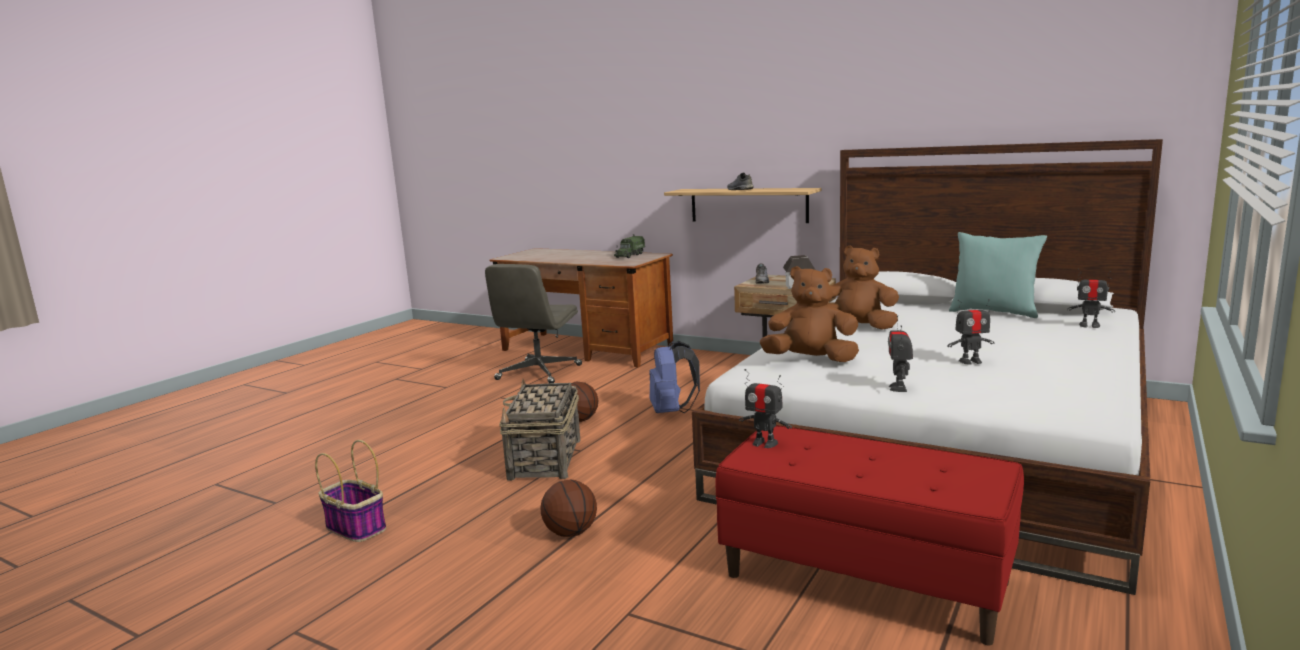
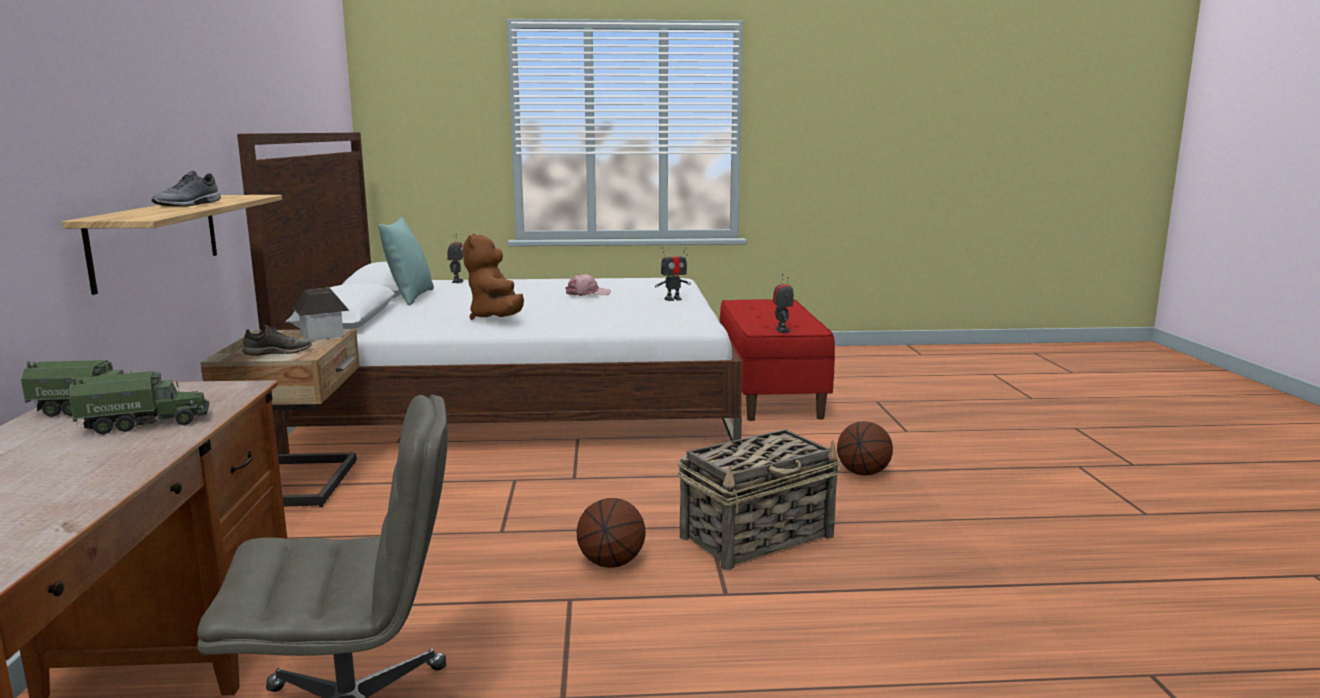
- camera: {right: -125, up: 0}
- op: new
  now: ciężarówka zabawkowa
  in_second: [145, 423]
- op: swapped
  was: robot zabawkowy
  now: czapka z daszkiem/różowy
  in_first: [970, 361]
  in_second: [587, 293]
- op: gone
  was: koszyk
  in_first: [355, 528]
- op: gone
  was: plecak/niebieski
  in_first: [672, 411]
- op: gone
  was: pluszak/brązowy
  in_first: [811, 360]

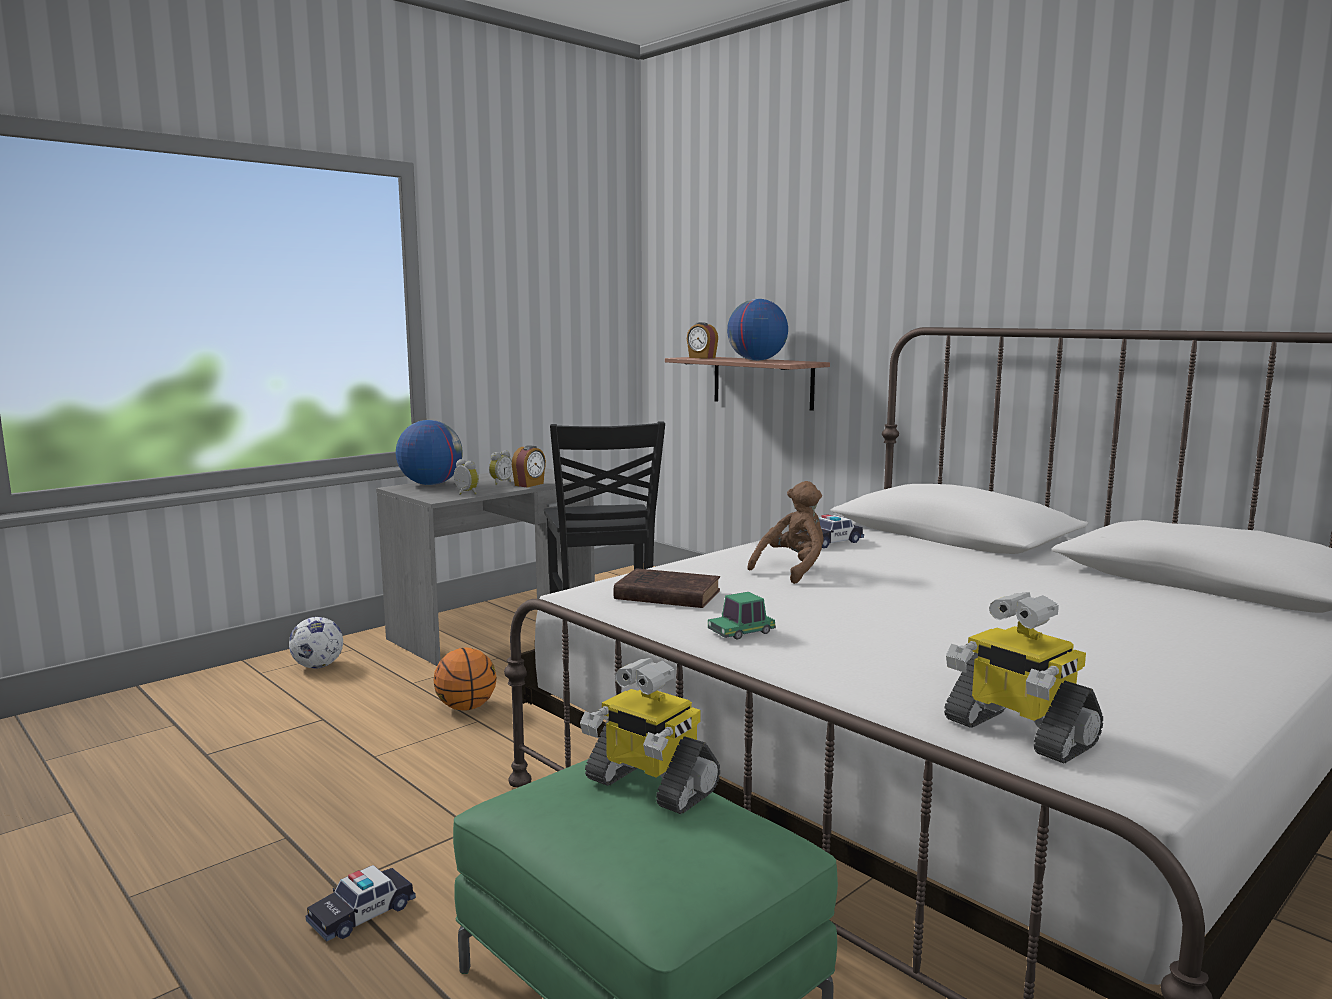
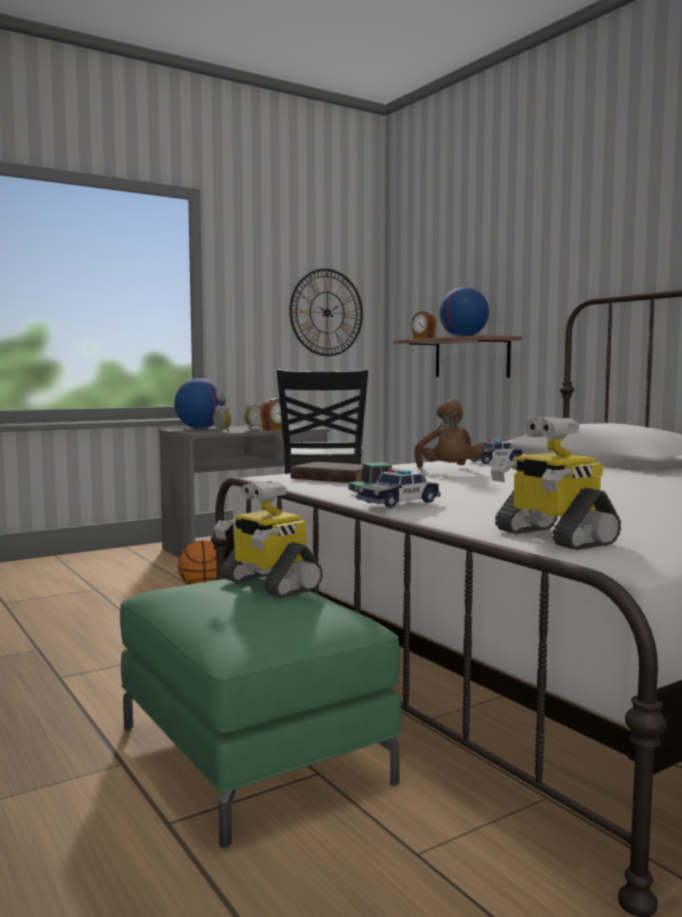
- camera: {right: 10, up: -5}
- op: new
  now: zegar ścienny
  in_second: [326, 312]
- op: shifted
  was: samochodzik
  in_first: [362, 914]
  in_second: [398, 502]
- op: rotated
  was: pluszak/brązowy
  in_first: [793, 570]
  in_second: [448, 471]
  clockwise: 120
- op: gone
  was: piłka futbolowa
  in_first: [318, 666]

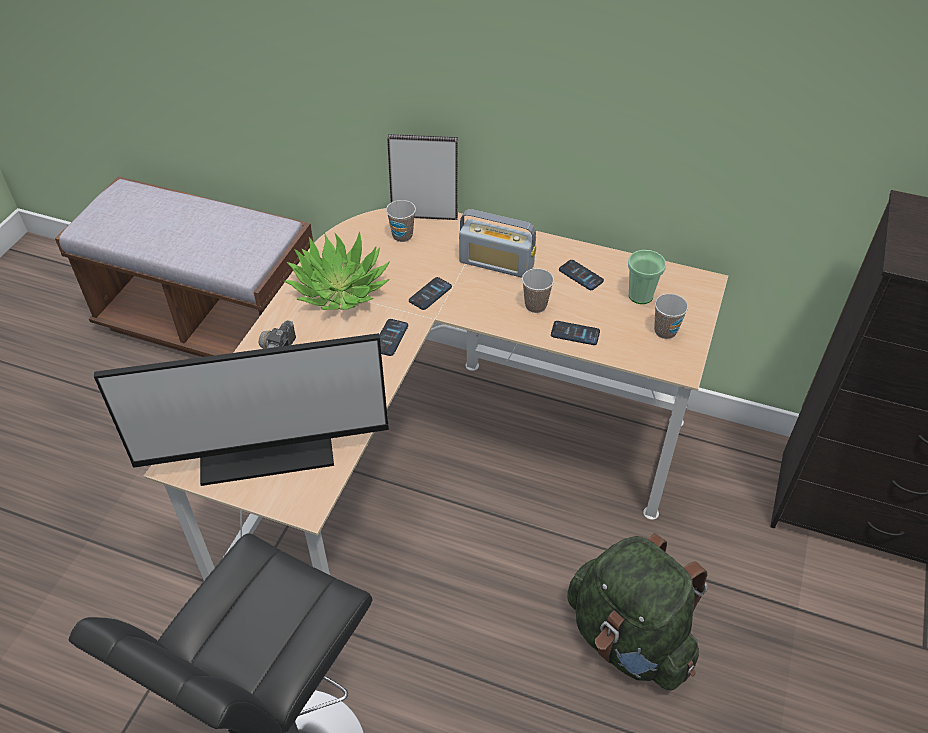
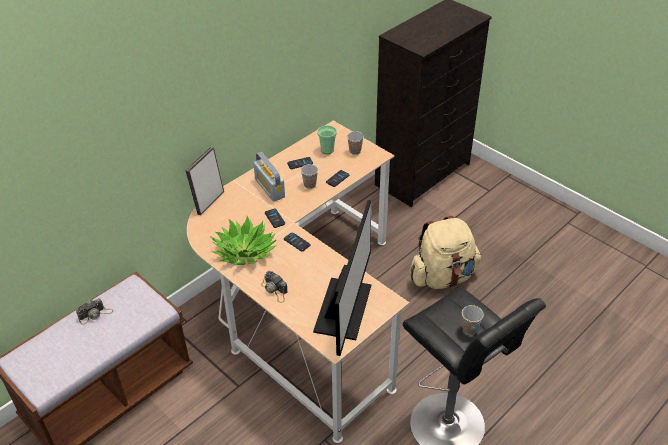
- camera: {right: -65, up: -5}
- op: new
  now: aparat fotograficzny
  in_second: [95, 314]
- op: rotated
  was: radio
  in_first: [496, 264]
  in_second: [270, 188]
  clockwise: 105
- op: repainted
  was: plecak/zielony
  now: plecak/beżowy
  in_first: [629, 639]
  in_second: [443, 277]
- op: shifted
  was: filiżanka
  in_first: [402, 235]
  in_second: [469, 329]

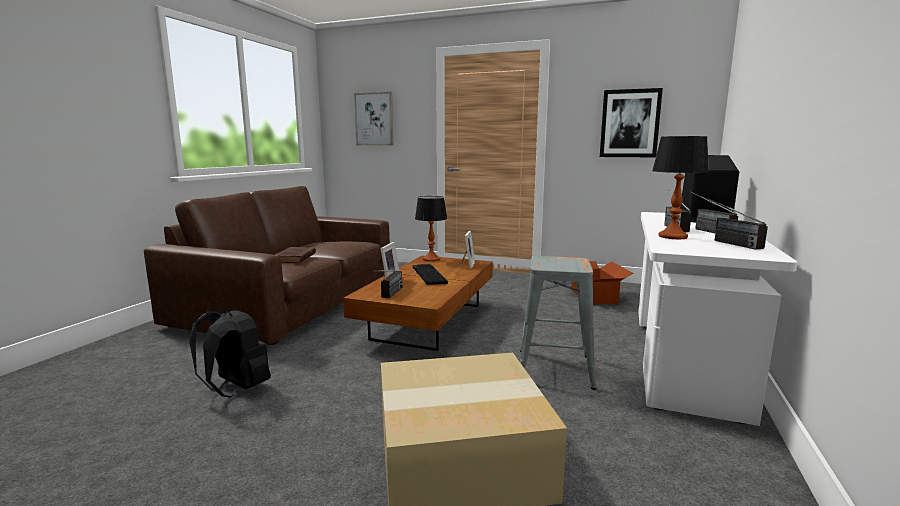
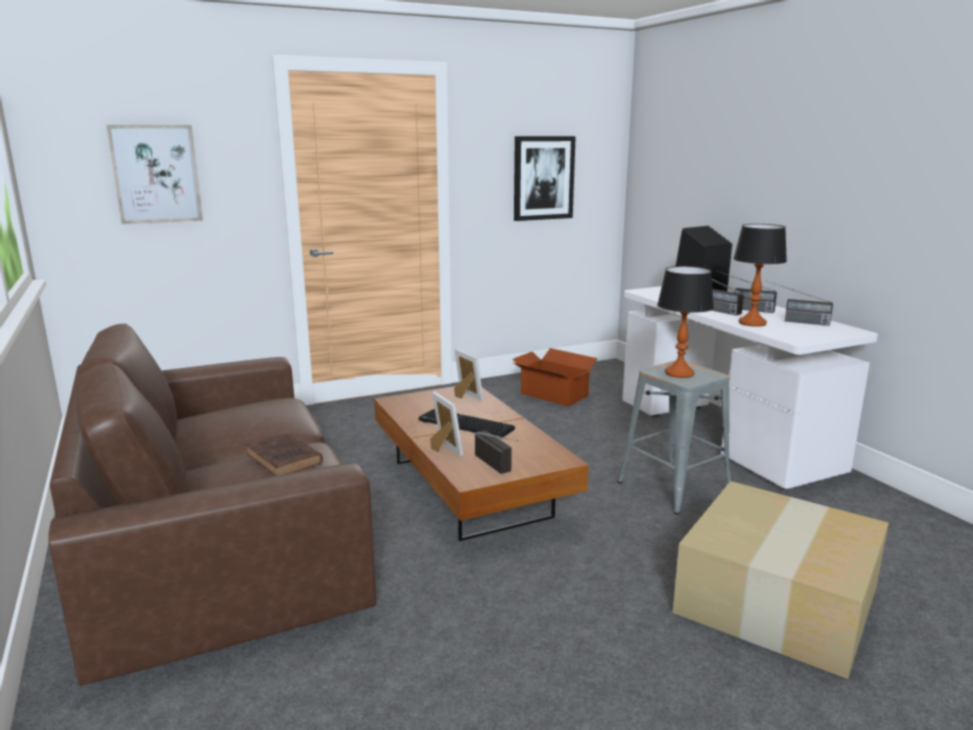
- camera: {right: -45, up: 5}
- op: shifted
  was: lampa stołowa
  in_first: [431, 259]
  in_second: [679, 373]
- op: gone
  was: plecak/czarny
  in_first: [236, 389]

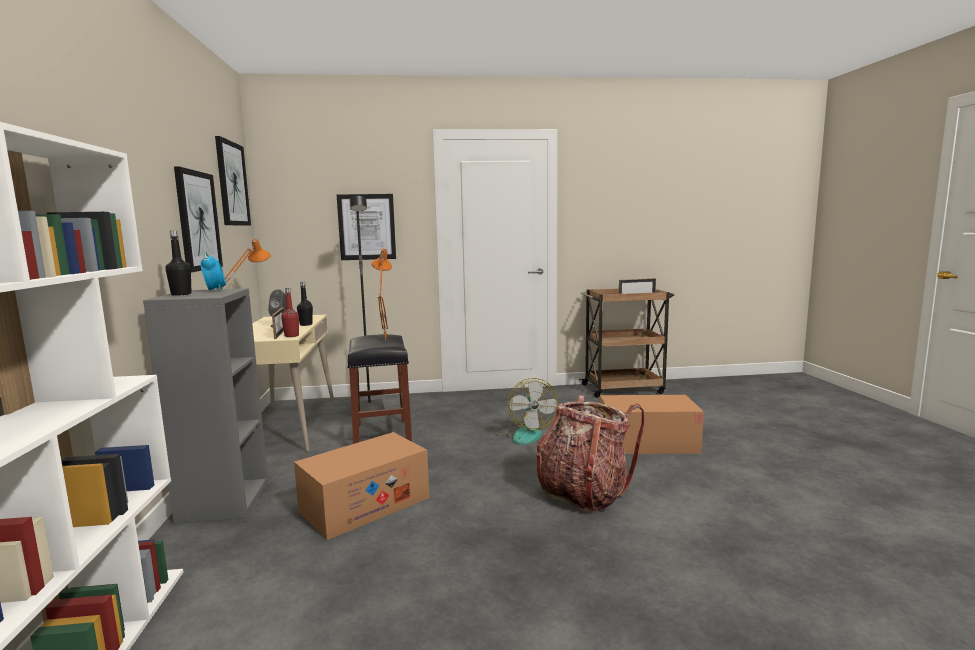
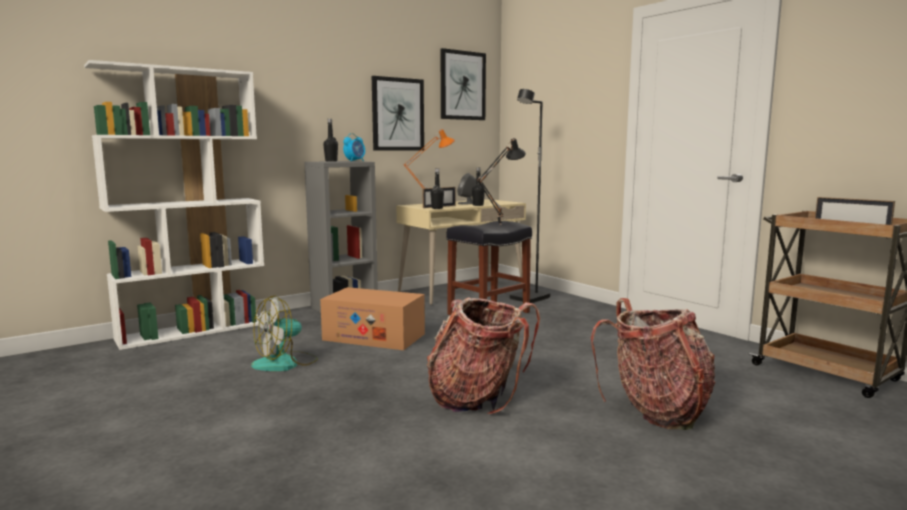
- camera: {right: 60, up: 0}
- op: shifted
  was: wentylator
  in_first: [524, 434]
  in_second: [285, 363]
- op: repainted
  was: butelka/czerwony
  now: butelka/czarny
  in_first: [291, 336]
  in_second: [437, 208]
- op: repainted
  was: lampa stołowa/pomarańczowy
  now: lampa stołowa/czarny
  in_first: [383, 340]
  in_second: [499, 225]
- op: swapped
  was: karton
  now: plecak
  in_first: [647, 443]
  in_second: [656, 411]
- op: gone
  was: obraz
  in_first: [367, 227]

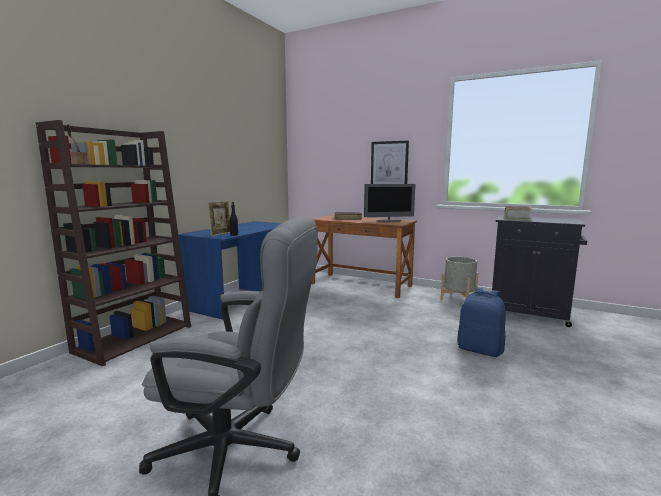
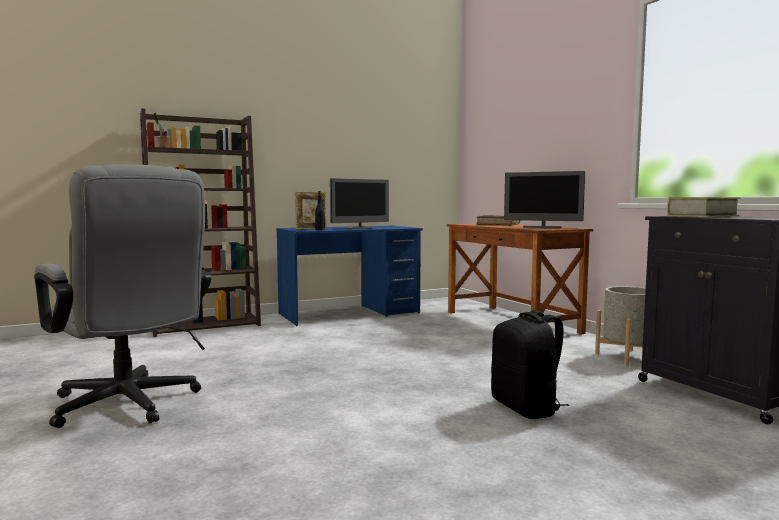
- camera: {right: 35, up: -5}
- op: new
  now: monitor
  in_second: [360, 228]
- op: repainted
  was: plecak/niebieski
  now: plecak/czarny
  in_first: [480, 350]
  in_second: [527, 408]
- op: gone
  was: obraz
  in_first: [389, 164]

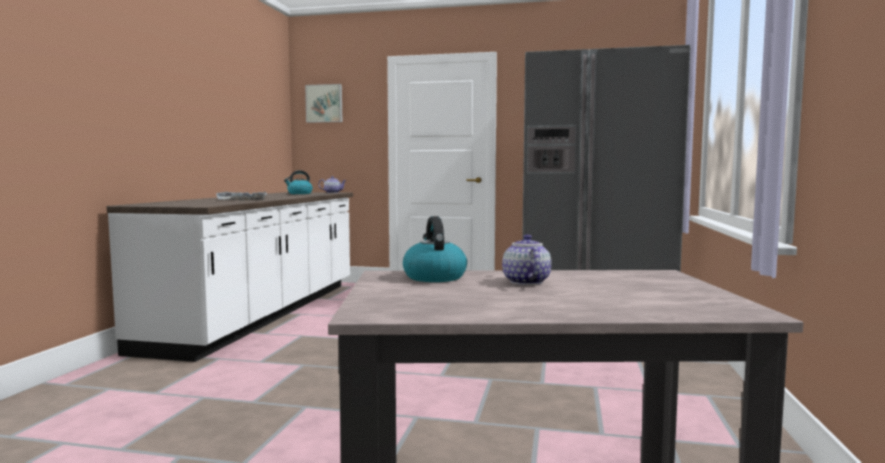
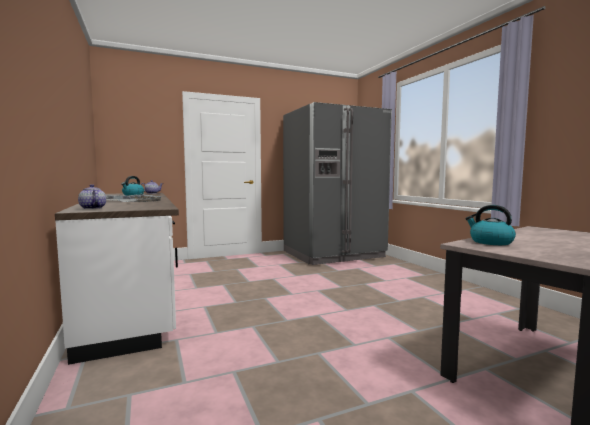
- camera: {right: -35, up: 0}
- op: shifted
  was: imbryk
  in_first: [525, 282]
  in_second: [92, 208]
- op: gone
  was: obraz
  in_first: [324, 103]

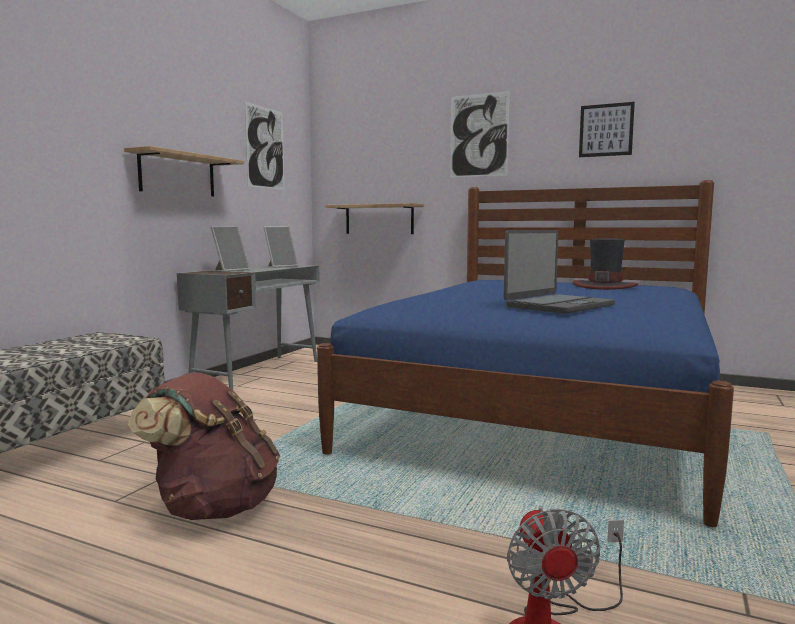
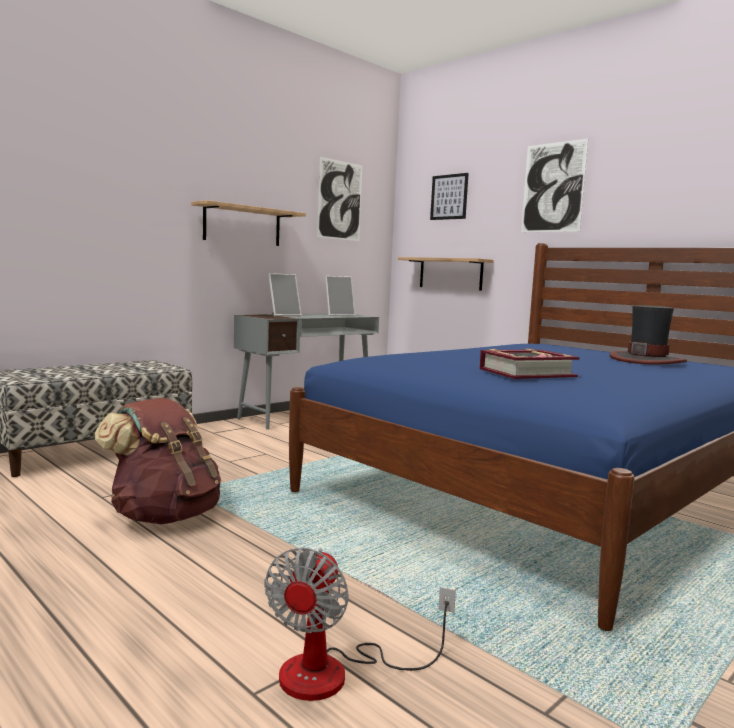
- camera: {right: 20, up: 0}
- op: shifted
  was: obraz
  in_first: [606, 130]
  in_second: [449, 197]
- op: swapped
  was: laptop
  now: książka
  in_first: [558, 306]
  in_second: [526, 373]

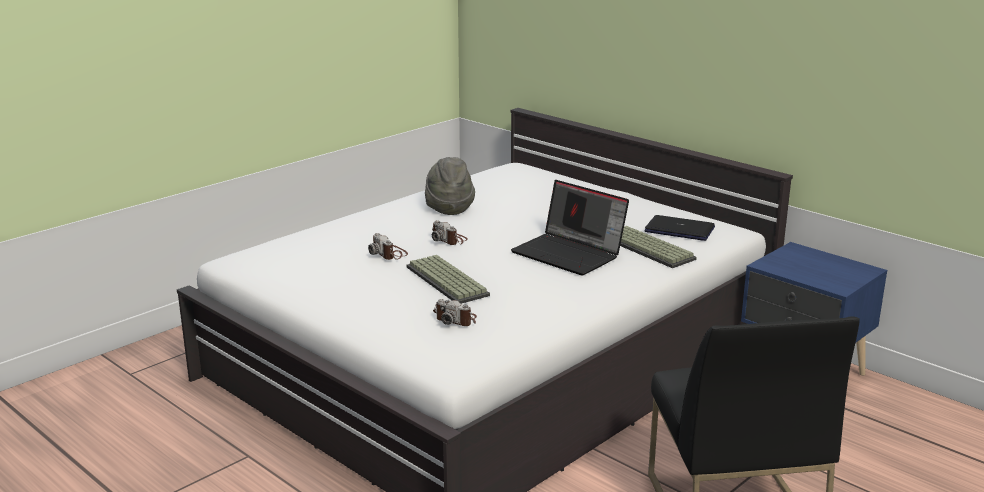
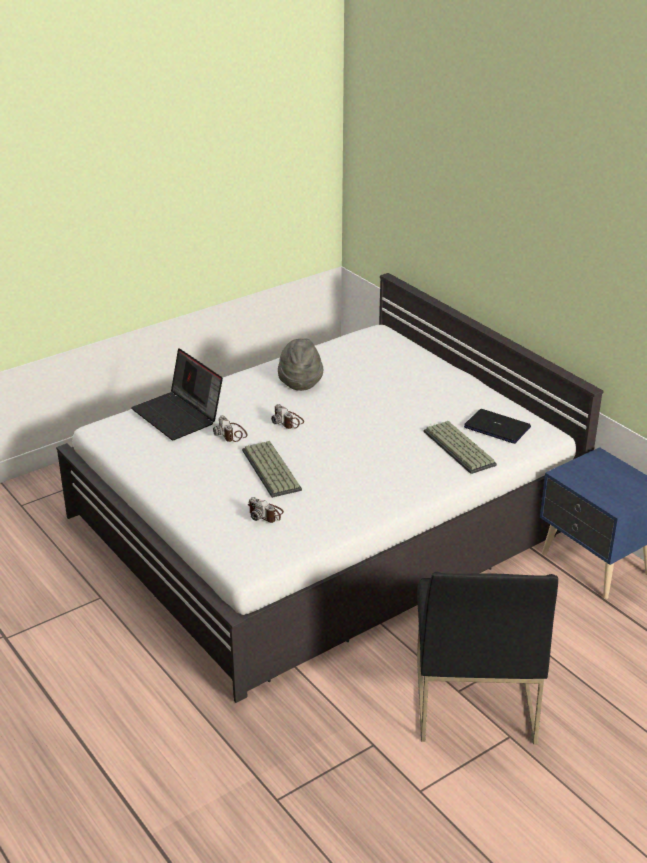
- camera: {right: 10, up: 10}
- op: shifted
  was: laptop
  in_first: [570, 254]
  in_second: [179, 415]

